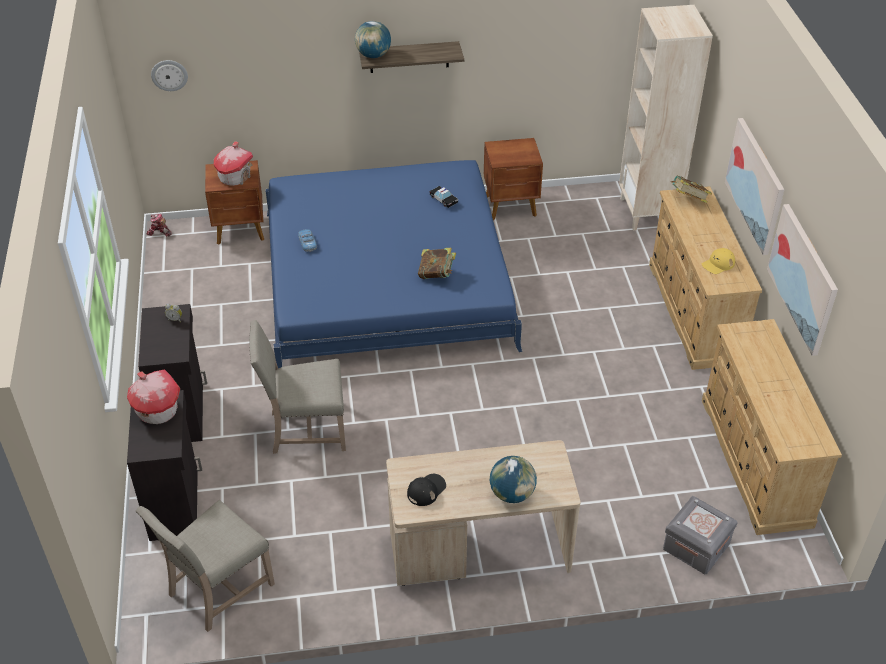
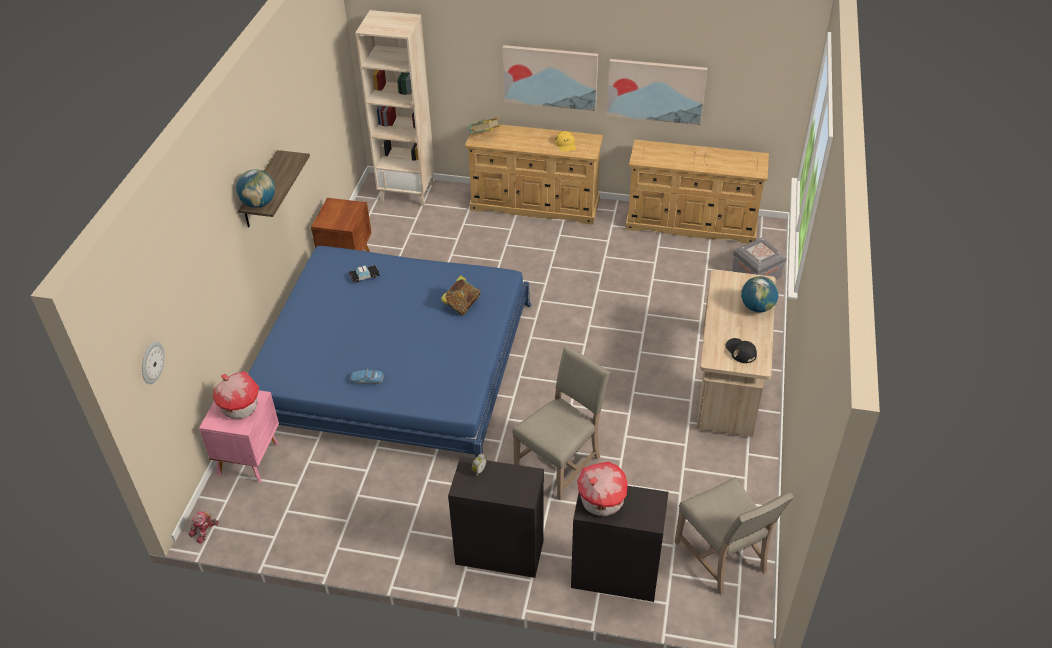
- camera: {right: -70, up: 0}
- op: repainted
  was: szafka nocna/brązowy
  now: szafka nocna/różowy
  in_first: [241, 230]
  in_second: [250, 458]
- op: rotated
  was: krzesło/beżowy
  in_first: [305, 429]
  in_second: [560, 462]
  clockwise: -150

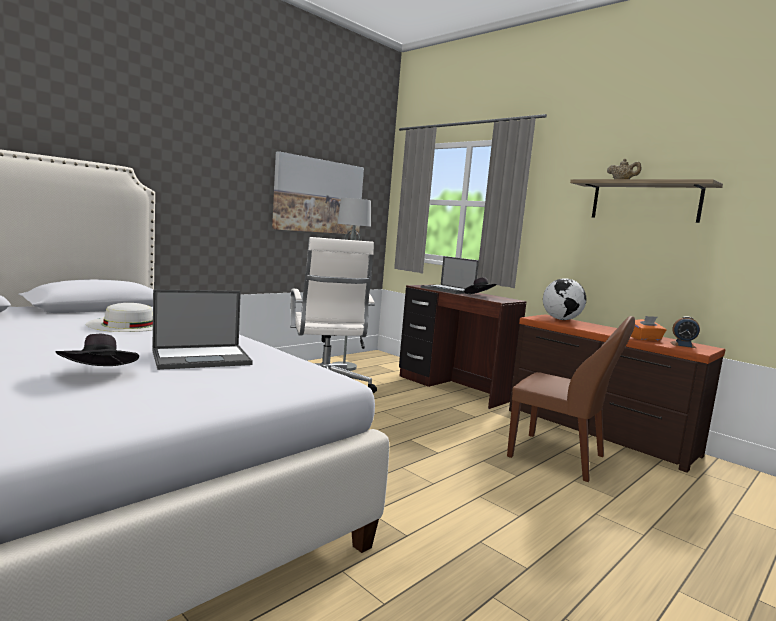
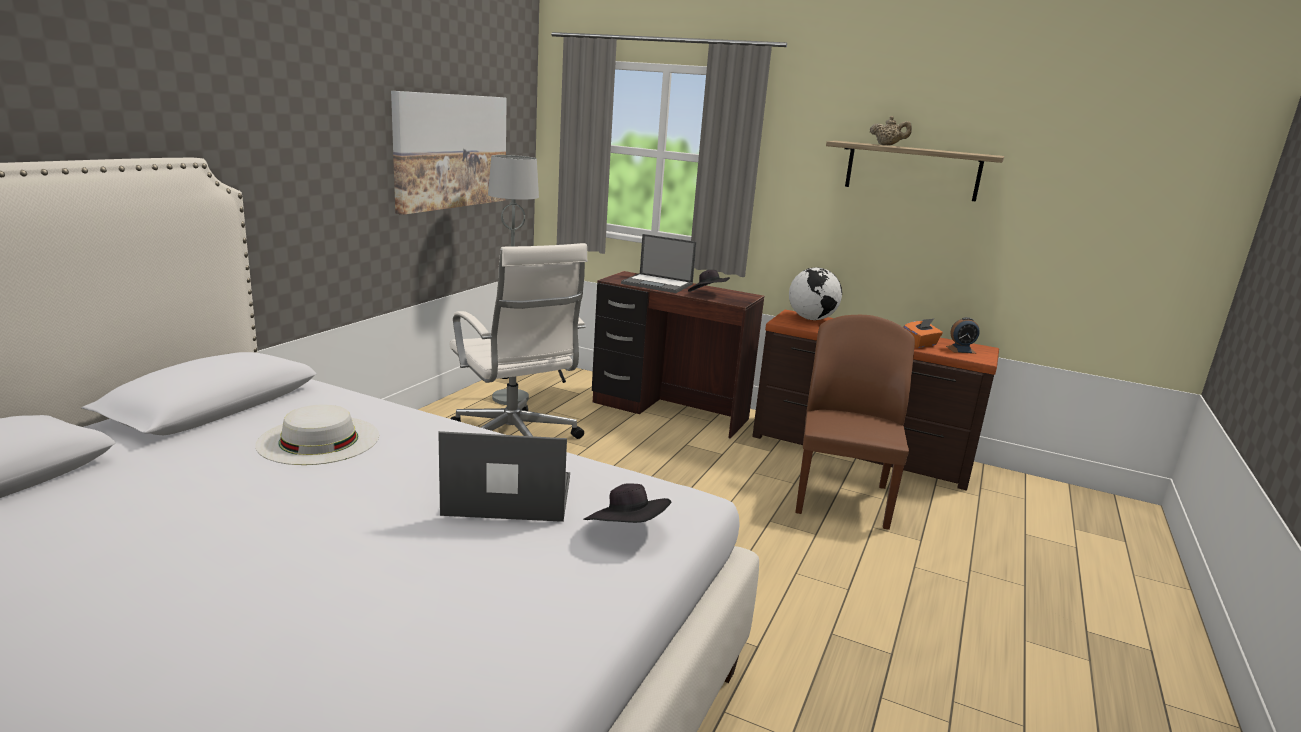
- camera: {right: -20, up: 10}
- op: rotated
  was: laptop
  in_first: [202, 357]
  in_second: [506, 496]
  clockwise: -135
- op: shifted
  was: kapelusz/czarny
  in_first: [99, 375]
  in_second: [627, 531]
- op: rotated
  was: krzesło/brązowy
  in_first: [559, 457]
  in_second: [842, 498]
  clockwise: -90

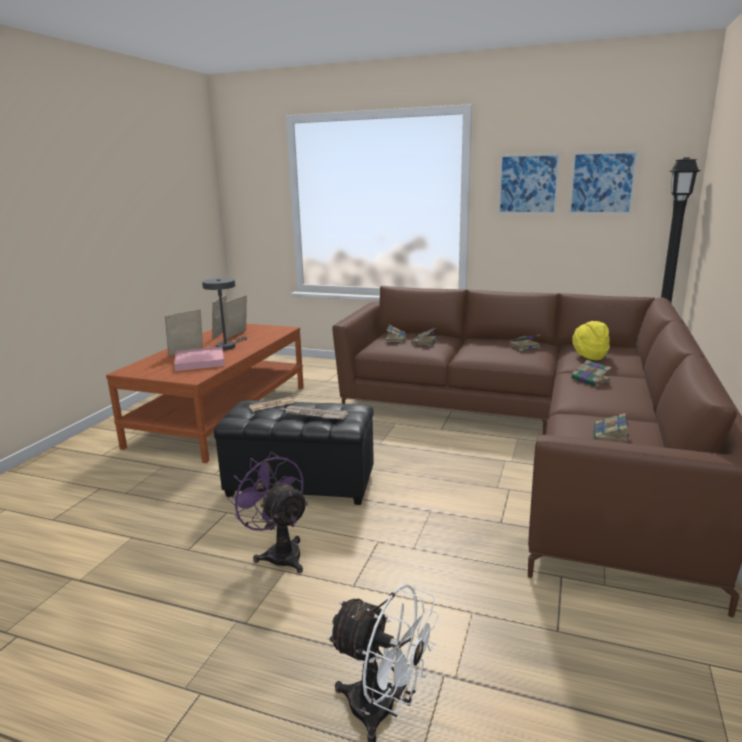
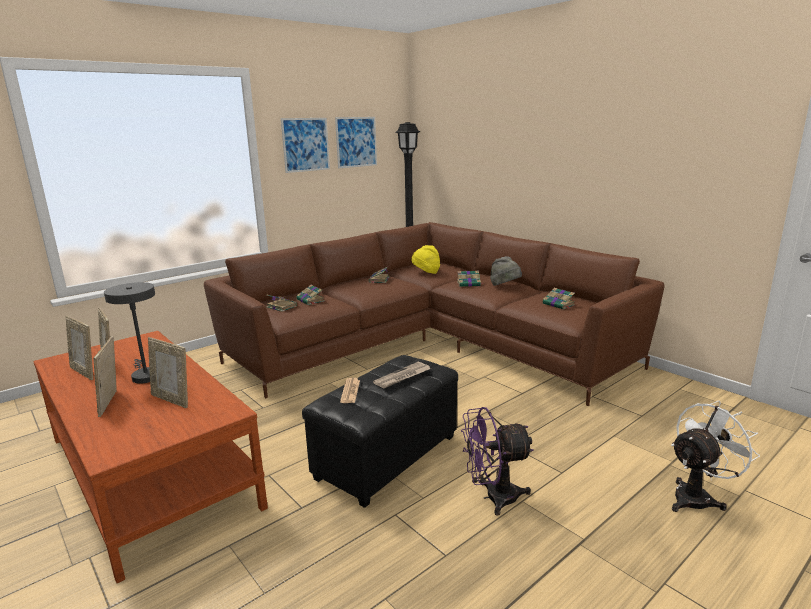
- camera: {right: -60, up: 0}
- op: swapped
  was: taca/różowy
  now: ramka na zdjęcie
  in_first: [200, 361]
  in_second: [172, 399]
- op: new
  now: kapelusz/szary
  in_second: [505, 287]

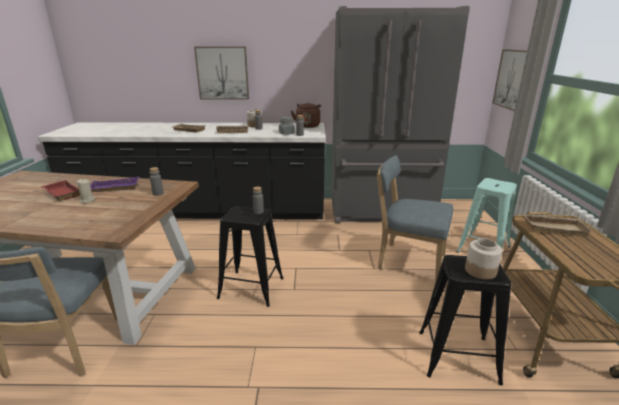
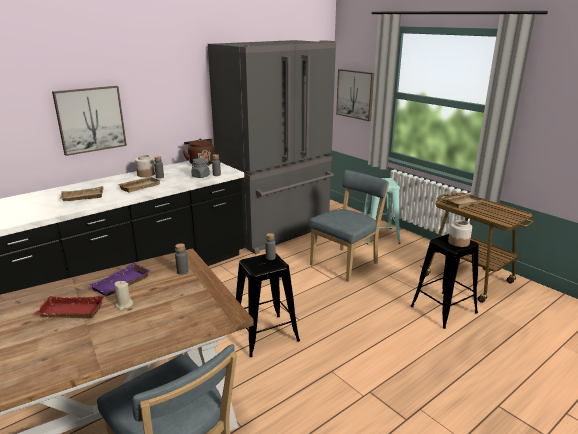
- camera: {right: -40, up: 0}
- op: rotated
  was: krzesło/niebieski
  in_first: [408, 261]
  in_second: [346, 263]
  clockwise: 150

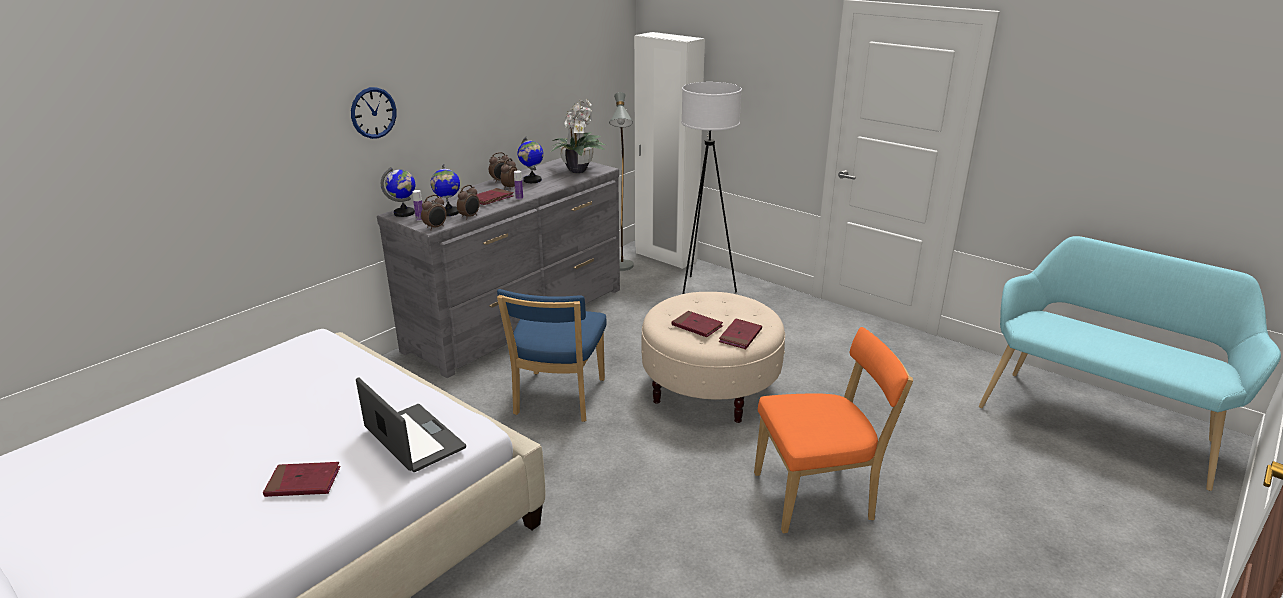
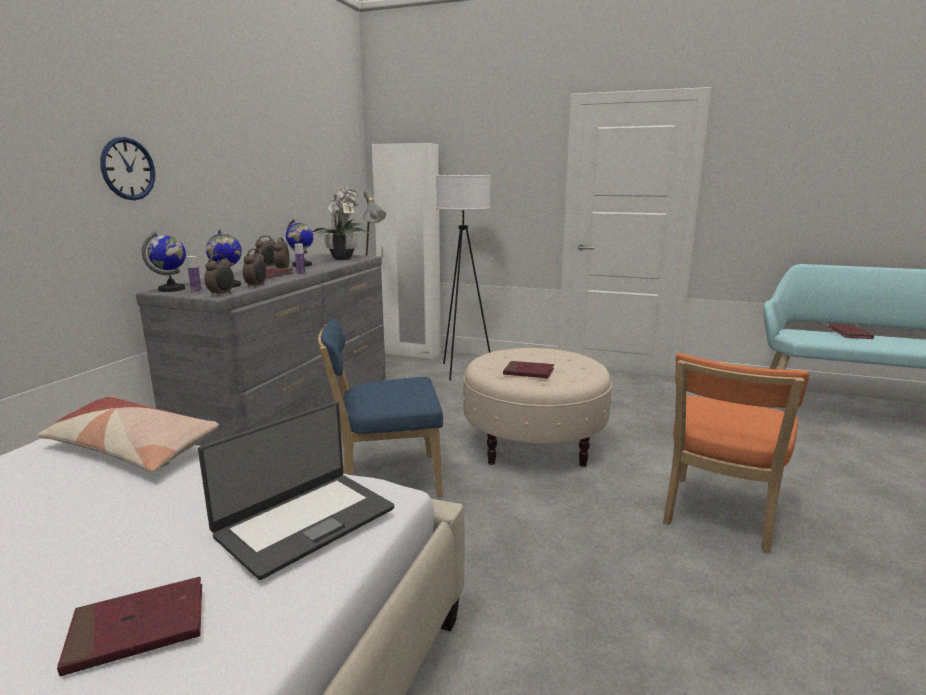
- camera: {right: -20, up: -10}
- op: new
  now: poduszka
  in_second: [132, 449]
- op: rotated
  was: laptop
  in_first: [413, 439]
  in_second: [304, 521]
  clockwise: 105
- op: rotated
  was: krzesło/niebieski
  in_first: [558, 399]
  in_second: [385, 479]
  clockwise: 90
- op: rotated
  was: krzesło/pomarańczowy
  in_first: [818, 496]
  in_second: [719, 516]
  clockwise: 150
- op: shifted
  was: książka/czerwony
  in_first: [740, 336]
  in_second: [849, 333]

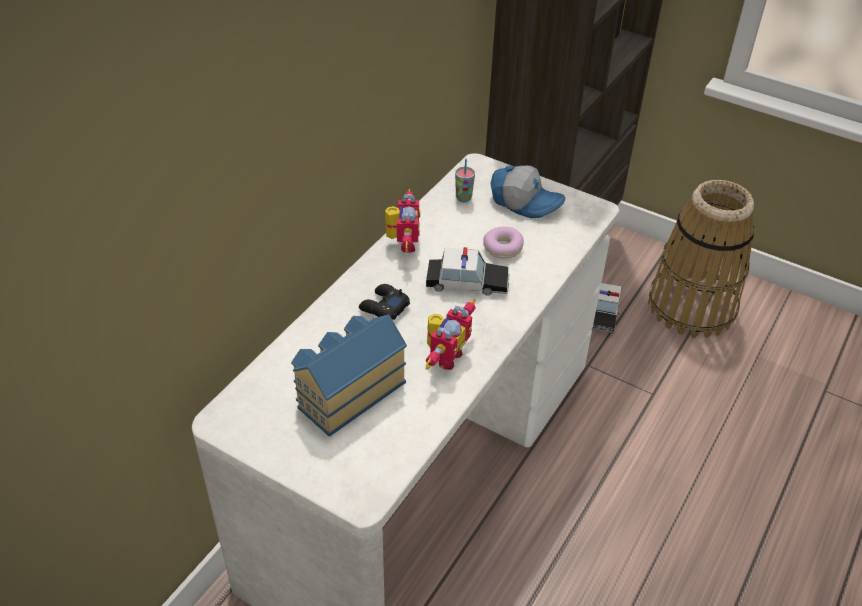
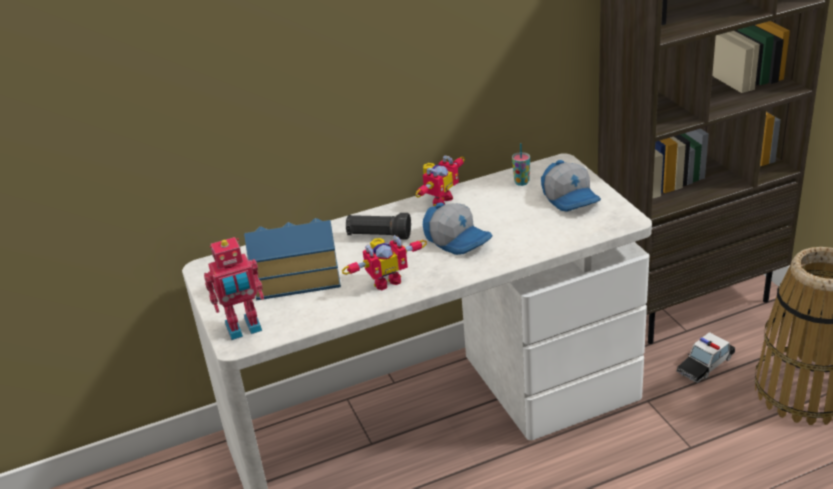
- camera: {right: 40, up: -10}
- op: new
  now: robot zabawkowy
  in_second: [244, 329]
- op: swapped
  was: pad do gier/czarny
  now: latarka/czarny
  in_first: [384, 307]
  in_second: [379, 236]
- op: swapped
  was: samochodzik
  now: czapka z daszkiem
  in_first: [467, 282]
  in_second: [458, 239]
- op: gone
  was: donut
  in_first: [503, 248]

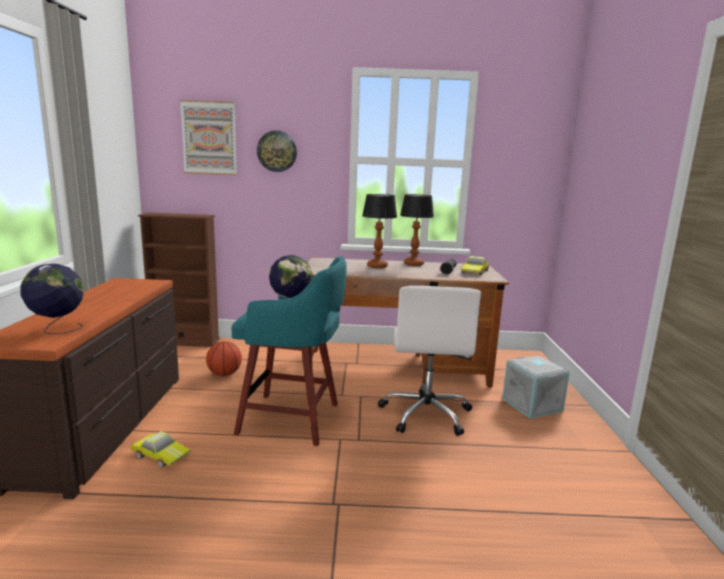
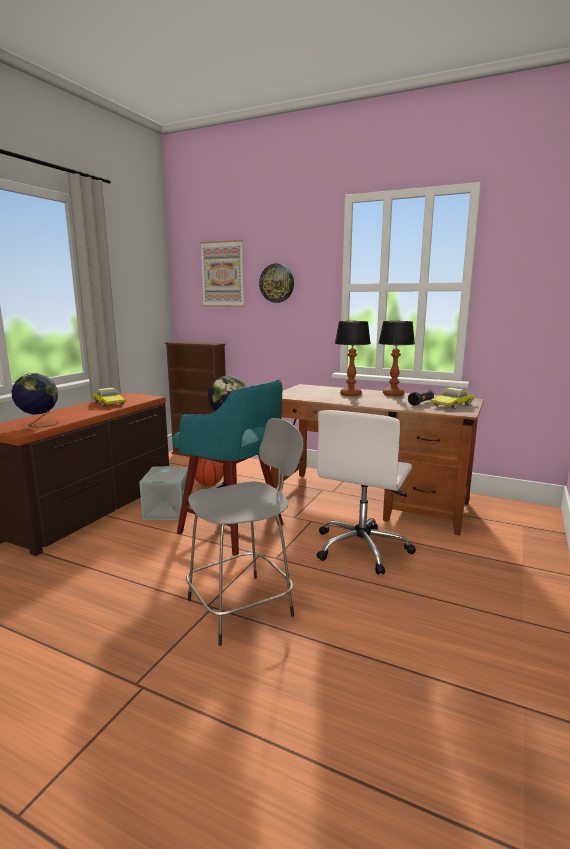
- camera: {right: 25, up: 0}
- op: shifted
  was: samochodzik
  in_first: [161, 454]
  in_second: [109, 403]
- op: shifted
  was: pojemnik do przechowywania/szary
  in_first: [533, 405]
  in_second: [168, 511]
- op: new
  now: stołek/szary
  in_second: [243, 606]

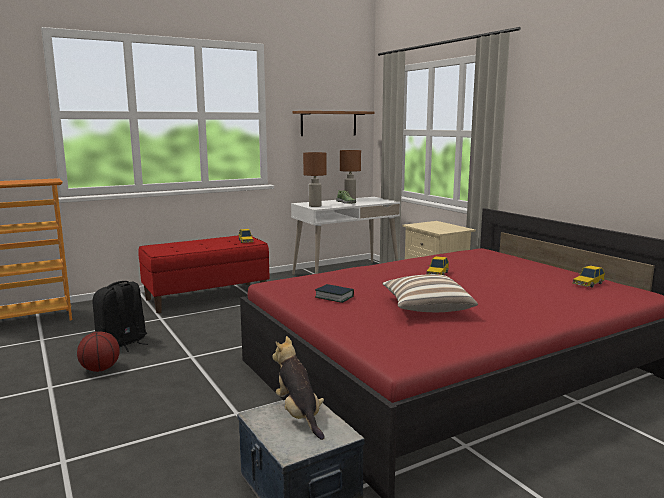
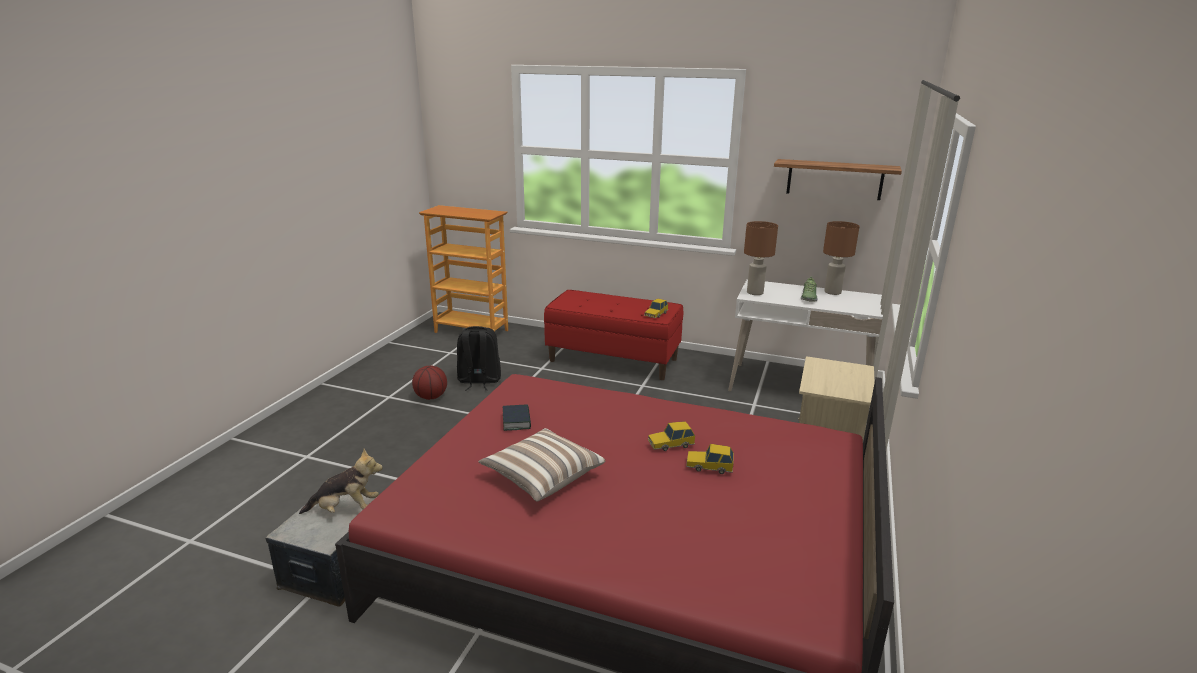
- camera: {right: 50, up: 10}
- op: rotated
  was: pluszak
  in_first: [299, 415]
  in_second: [346, 510]
  clockwise: 60
- op: shifted
  was: samochodzik
  in_first: [588, 284]
  in_second: [709, 466]

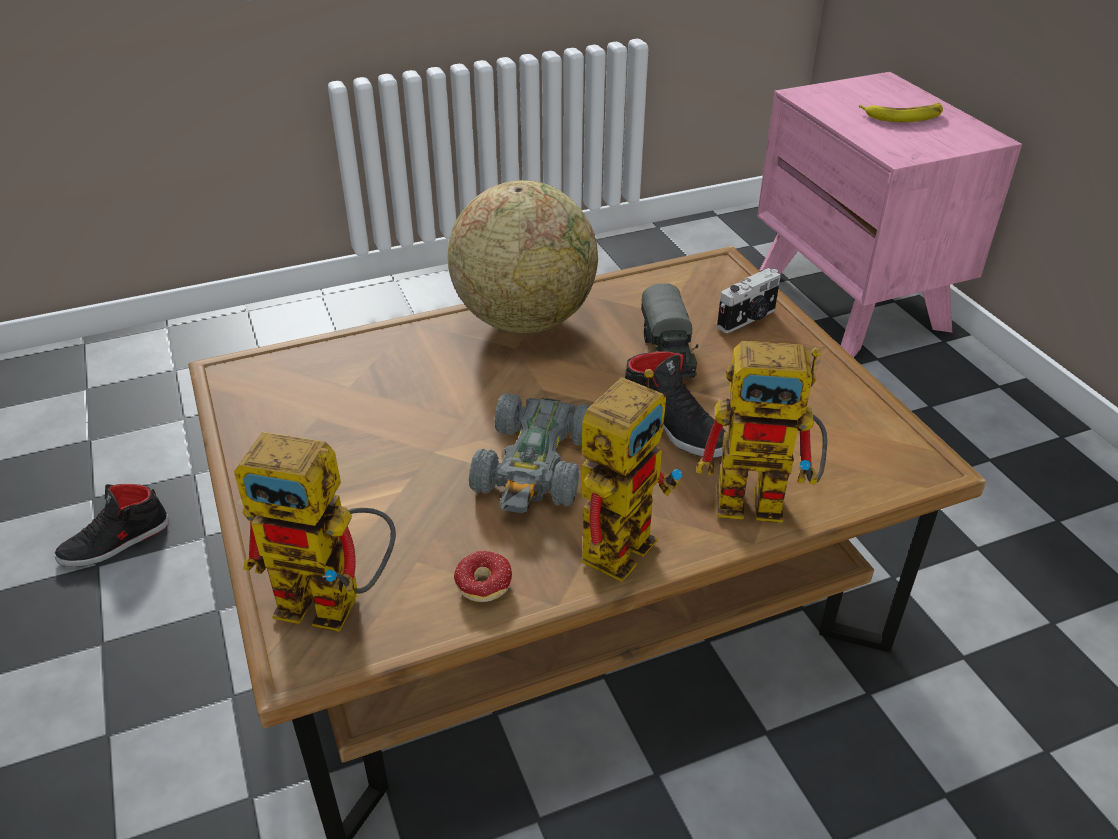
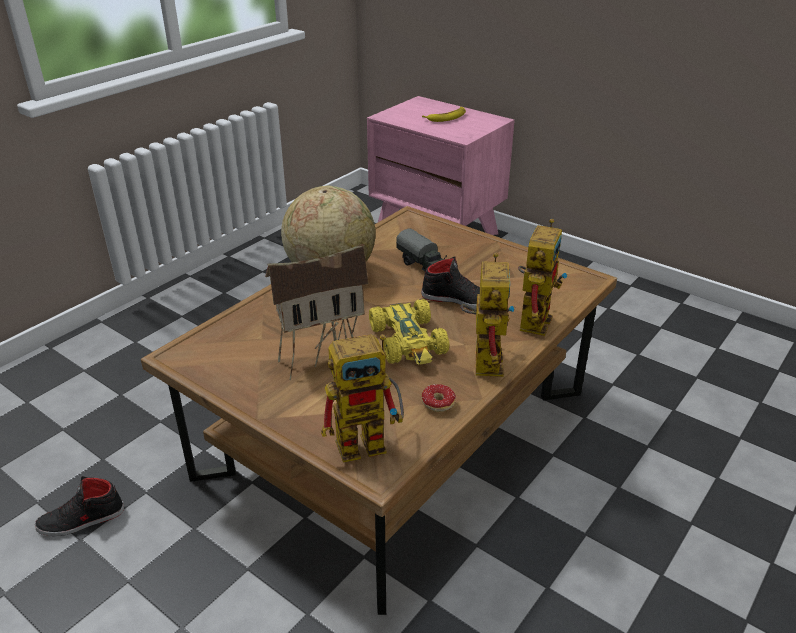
- camera: {right: -30, up: -5}
- op: rotated
  was: but/czarny
  in_first: [115, 542]
  in_second: [81, 520]
  clockwise: 45
- op: new
  now: domek
  in_second: [320, 356]
- op: repainted
  was: samochodzik/szary
  now: samochodzik/żółty
  in_first: [536, 465]
  in_second: [408, 341]
- op: rotated
  was: robot zabawkowy
  in_first: [765, 499]
  in_second: [533, 317]
  clockwise: -45
- op: gone
  was: aparat fotograficzny
  in_first: [748, 319]

